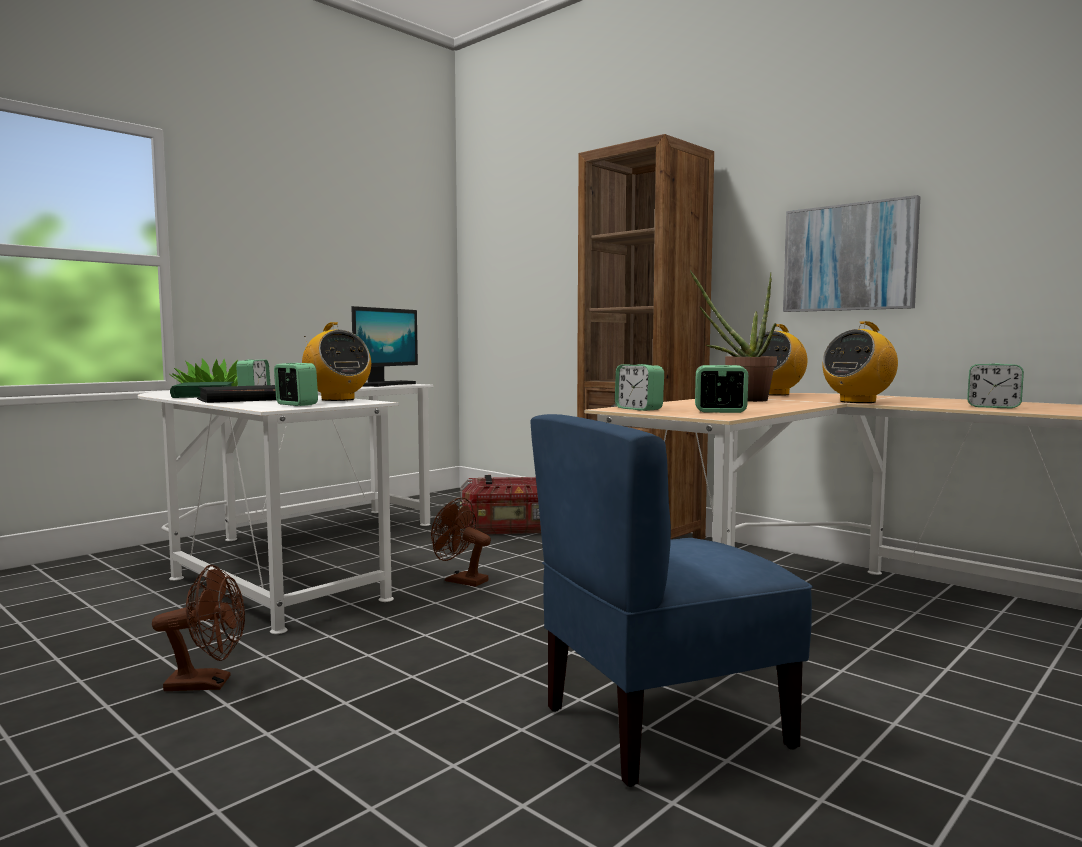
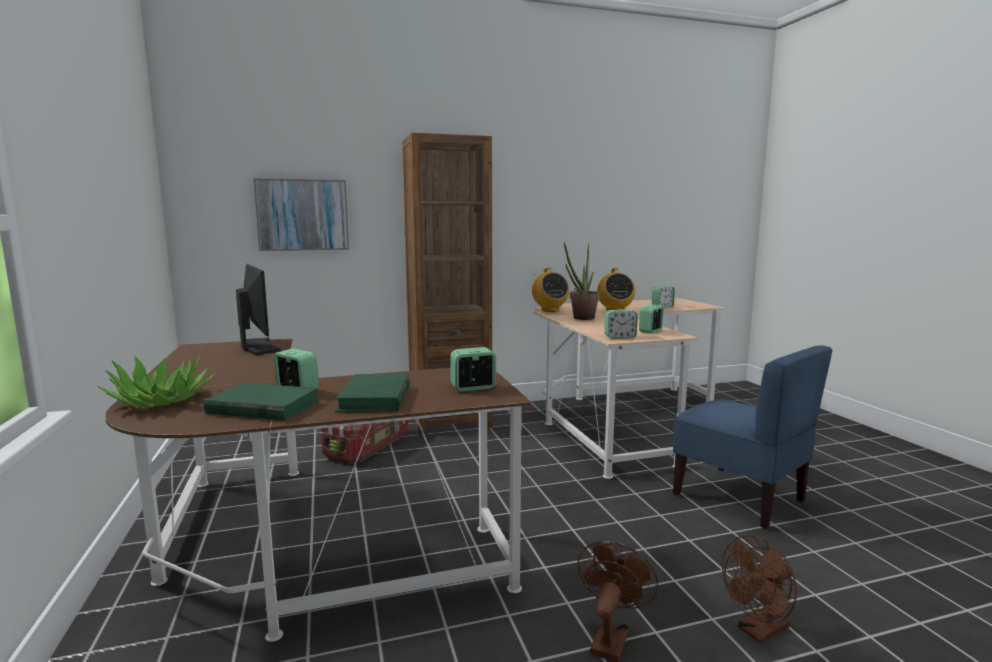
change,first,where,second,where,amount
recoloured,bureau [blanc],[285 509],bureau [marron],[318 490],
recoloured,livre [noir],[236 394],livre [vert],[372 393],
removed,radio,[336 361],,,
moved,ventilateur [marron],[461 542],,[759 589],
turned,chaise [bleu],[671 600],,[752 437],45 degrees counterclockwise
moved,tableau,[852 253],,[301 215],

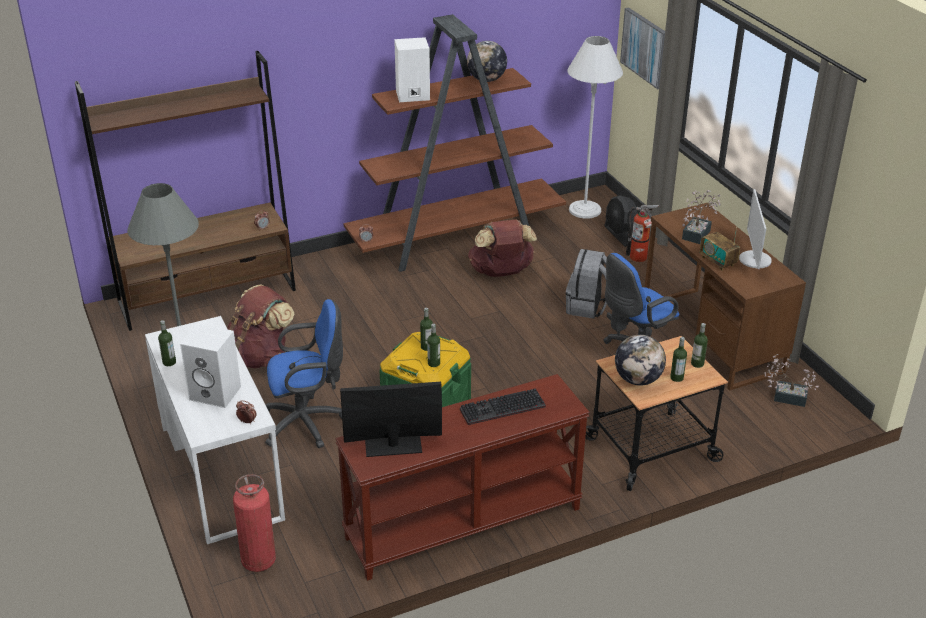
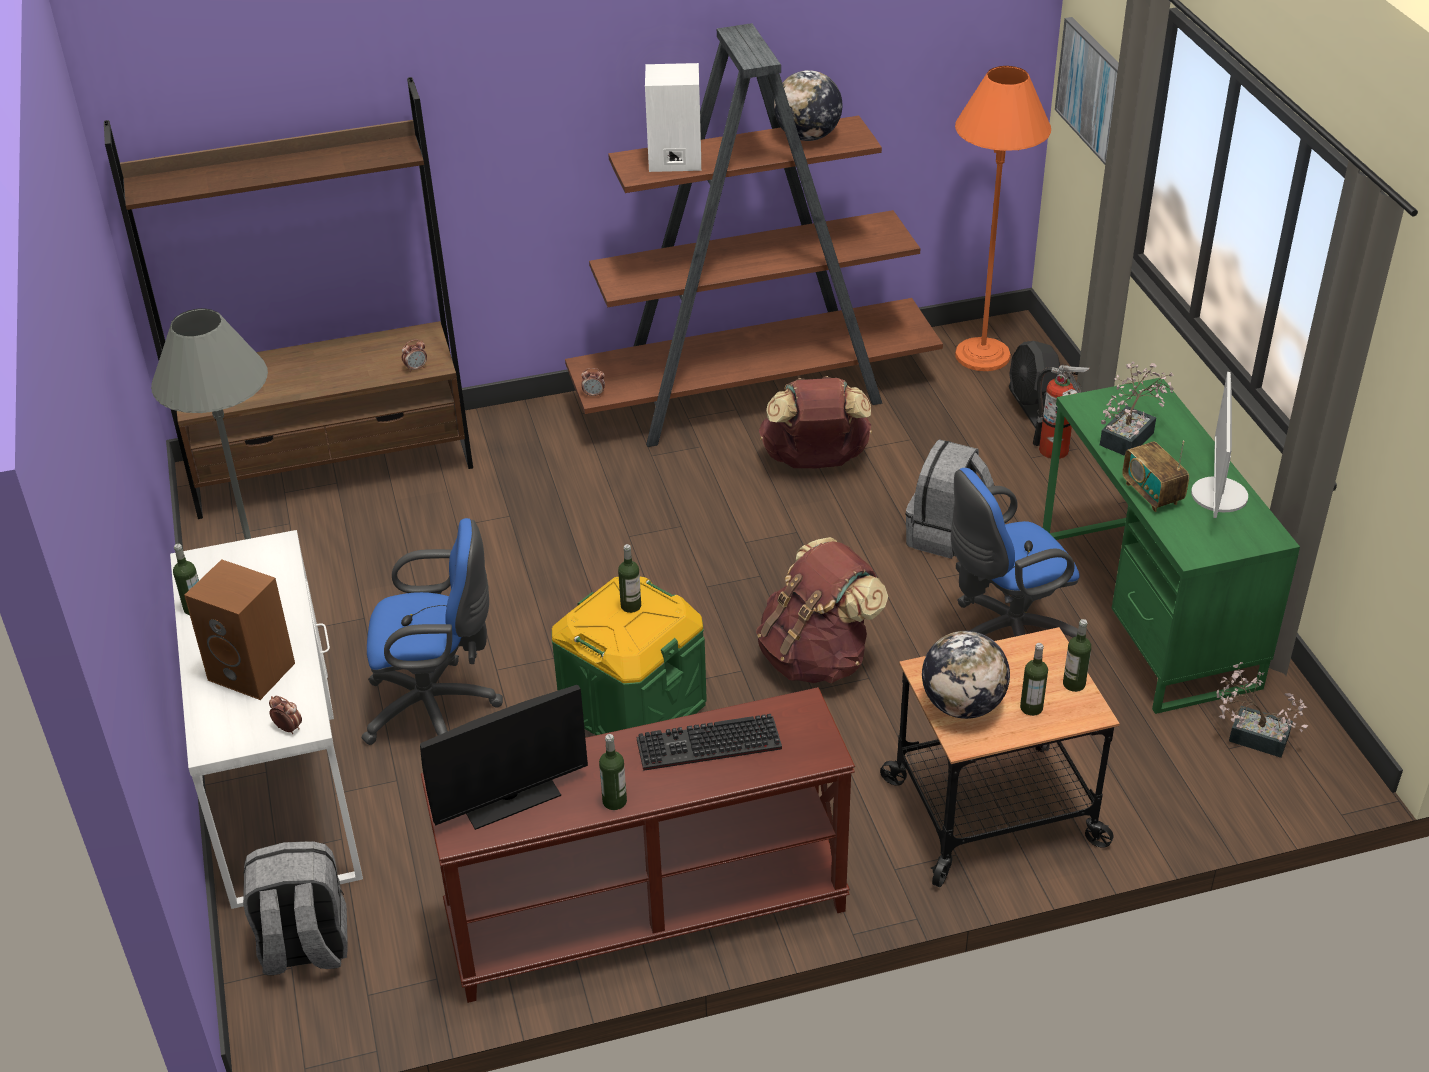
change,first,where,second,where,amount
recoloured,enceinte [blanc],[210 366],enceinte [marron],[239 629],
moved,sac à dos [marron],[261 326],,[822 610],
replaced,extincteur,[254 523],sac à dos [gris],[295 908],
turned,écran d'ordinateur,[391 419],,[504 757],150 degrees clockwise
moved,bouteille,[433 345],,[613 772],
recoloured,lampadaire [blanc],[595 127],lampadaire [orange],[1003 218],
recoloured,bureau [marron],[725 296],bureau [vert],[1171 546],

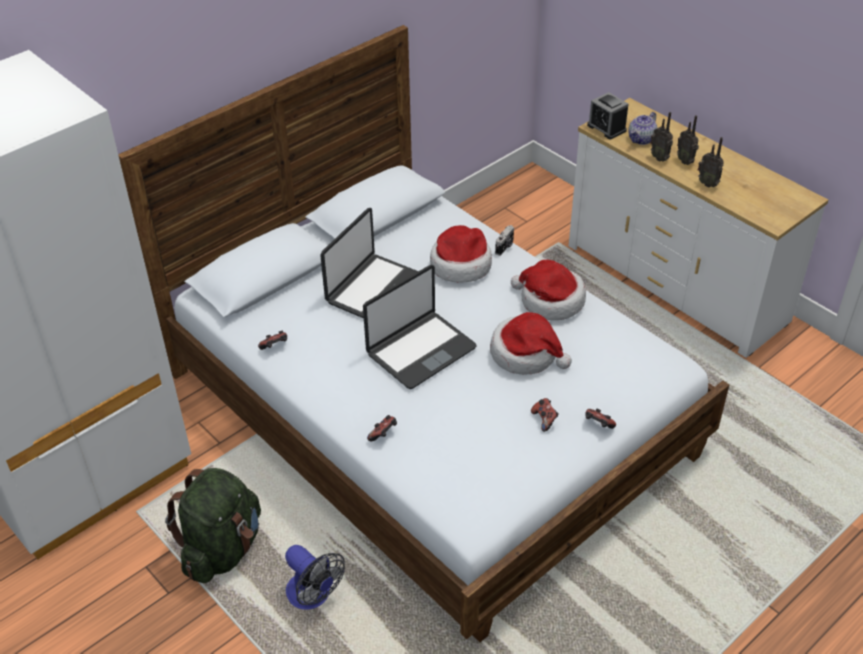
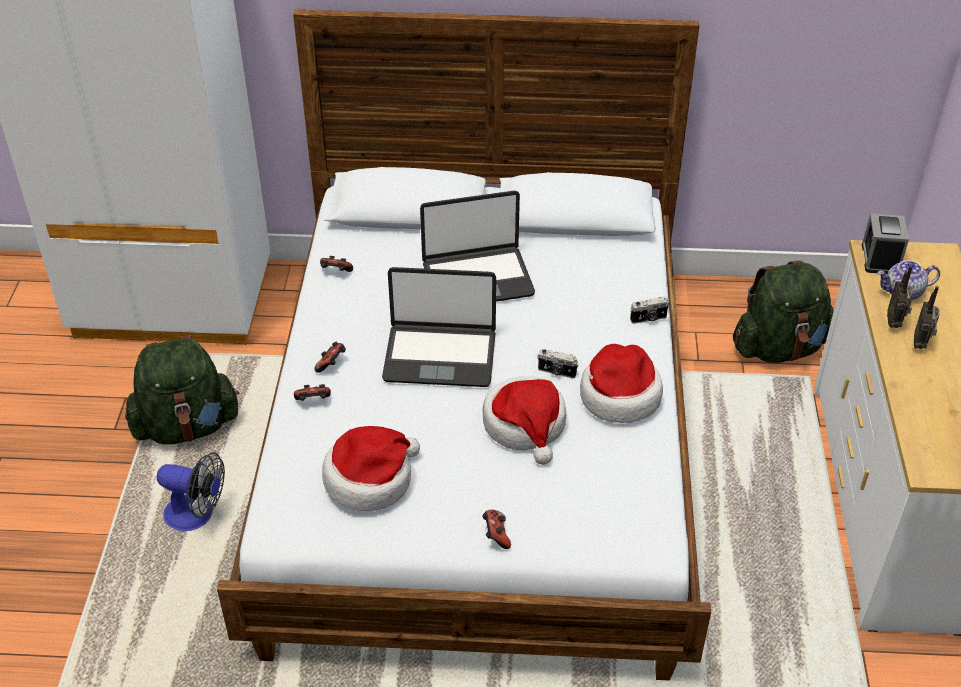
change,first,where,second,where,amount
turned,ventilateur,[315 577],,[191 491],75 degrees counterclockwise
moved,chapeau,[461 254],,[371 468],
moved,manette,[545 415],,[330 357],
removed,radio,[711 162],,,
added,,,appareil photo,[558 363],
added,,,sac à dos [vert],[783 311],

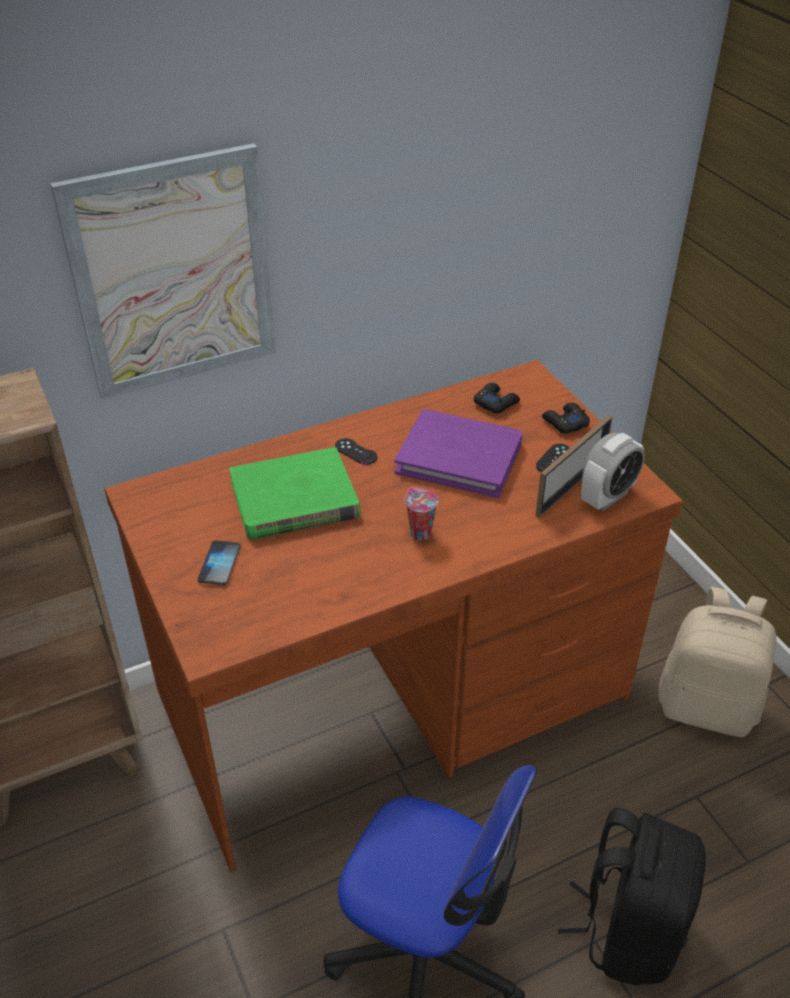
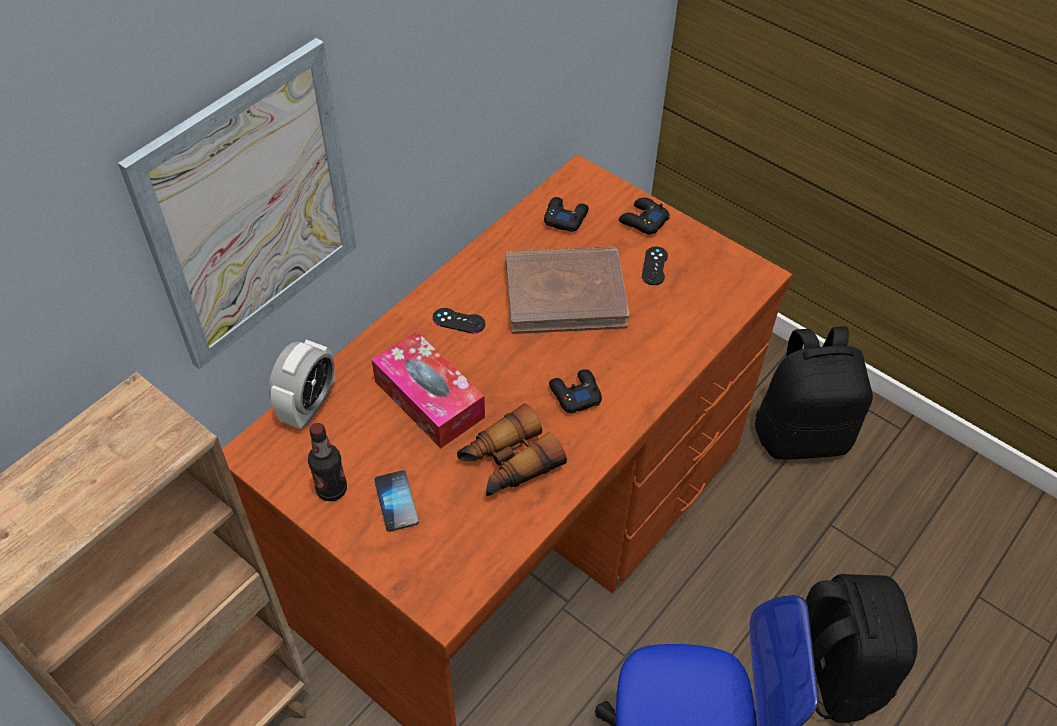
change,first,where,second,where,amount
replaced,livre [vert],[294 493],boîte à mouchoirs,[428 389],
recoloured,livre [violet],[458 453],livre [marron],[567 290],
replaced,tasse,[421 514],manette [noir],[575 391],
removed,cadre photo,[573 466],,,
moved,réveil,[613 472],,[302 384],
recoloured,sac à dos [beige],[717 662],sac à dos [noir],[814 393],
added,,,bouteille,[327 462],
added,,,jumelles,[512 449],

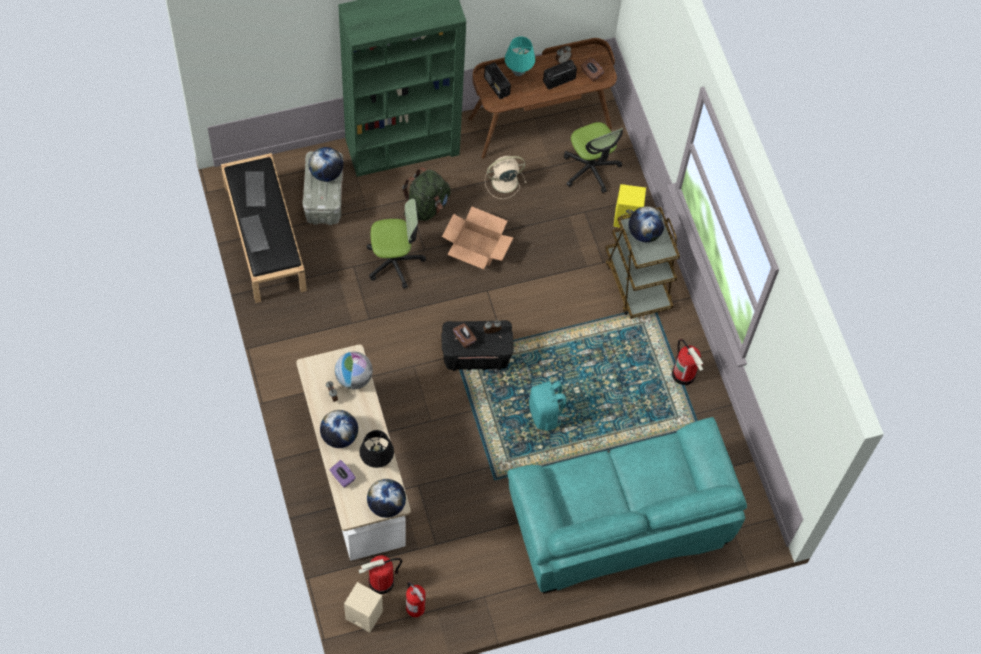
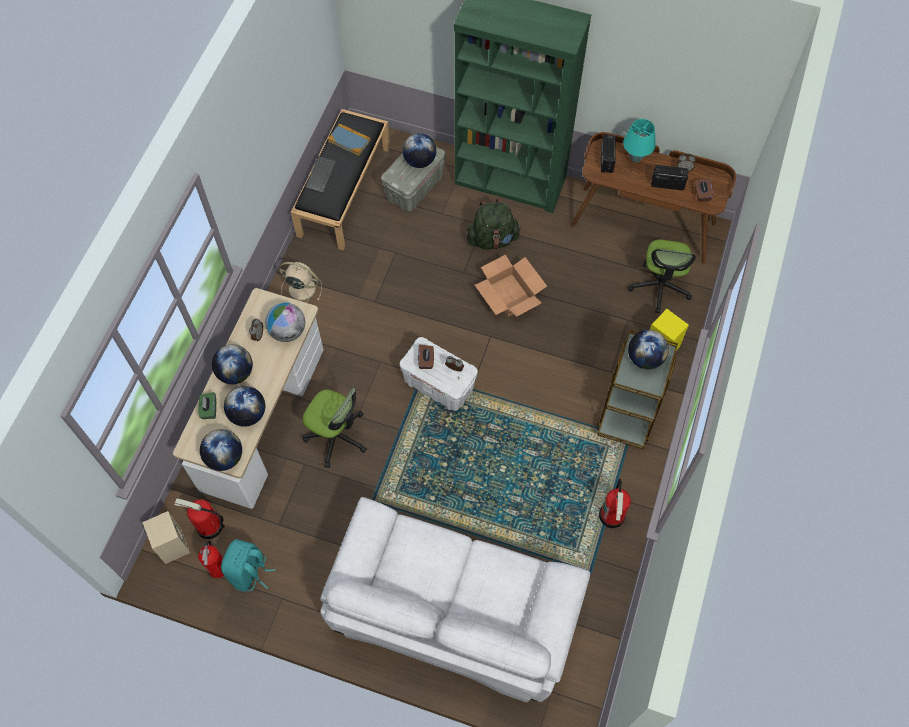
change,first,where,second,where,amount
replaced,clavier,[255 189],livre,[349 140],
recoloured,boîte à mouchoirs [violet],[343 474],boîte à mouchoirs [vert],[207 405],
replaced,lampe de table [noir],[376 449],globe,[244 406],
moved,chaise de bureau,[396 243],,[334 428],
recoloured,boîte de rangement [noir],[477 345],boîte de rangement [blanc],[439 374],
moved,ventilateur [beige],[506 177],,[300 282],
recoloured,canapé [turquoise],[627 505],canapé [blanc],[455 599],
moved,sac à dos [turquoise],[549 406],,[248 565],

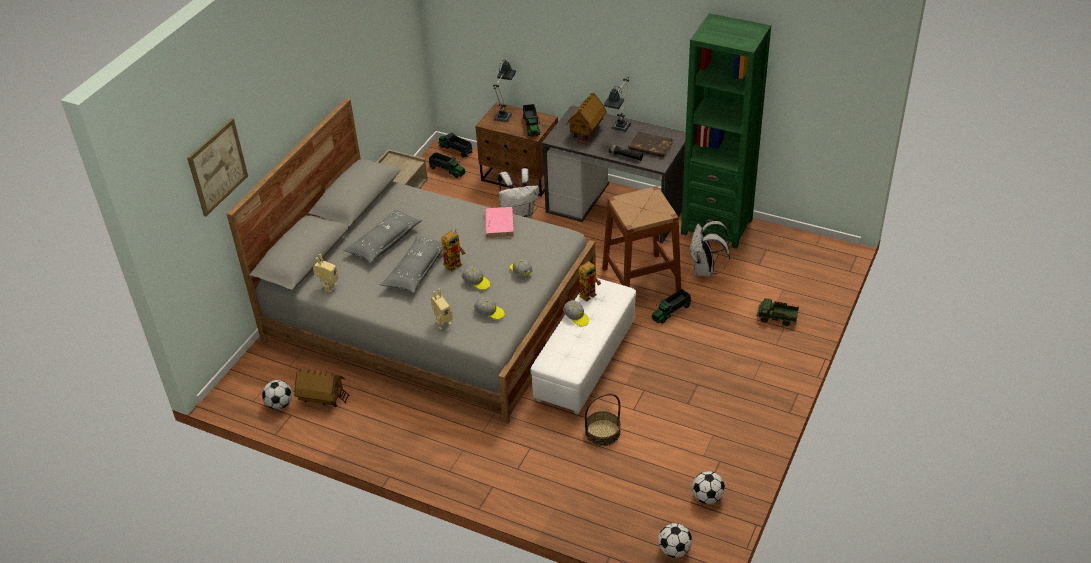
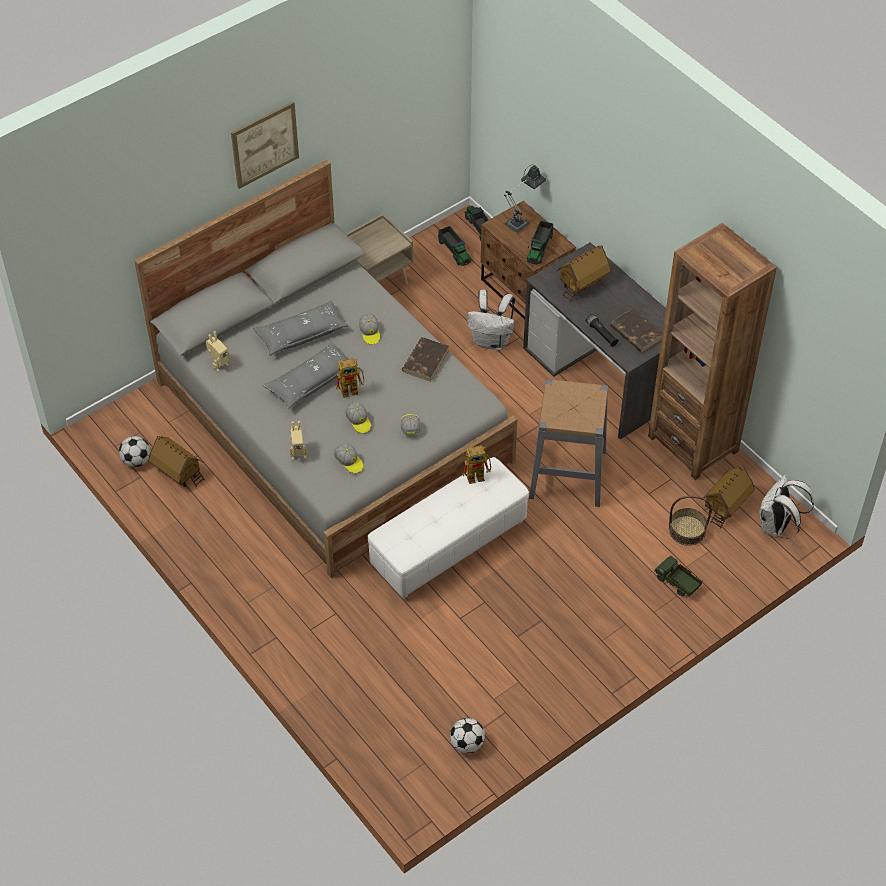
change,first,where,second,where,amount
moved,tableau,[217 167],,[265 145],
recoloured,livre [rose],[499 222],livre [marron],[425 359],
moved,casquette,[576 313],,[369 329],
moved,panier,[603 419],,[690 521],
recoloured,tabouret [marron],[641 238],tabouret [gris],[568 443],
removed,lampe de table,[617 104],,,
removed,camion jouet,[671 306],,,
removed,ballon de foot,[675 540],,,
recoloured,bibliothèque [vert],[726 131],bibliothèque [marron],[712 351],
moved,sac à dos [blanc],[709 249],,[786 506],
added,,,maison miniature,[728 497],

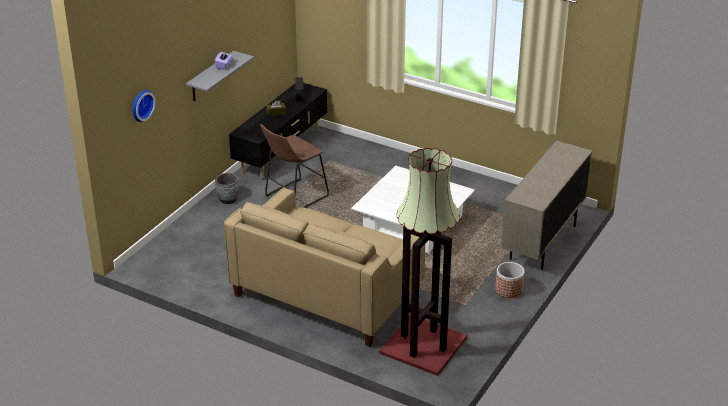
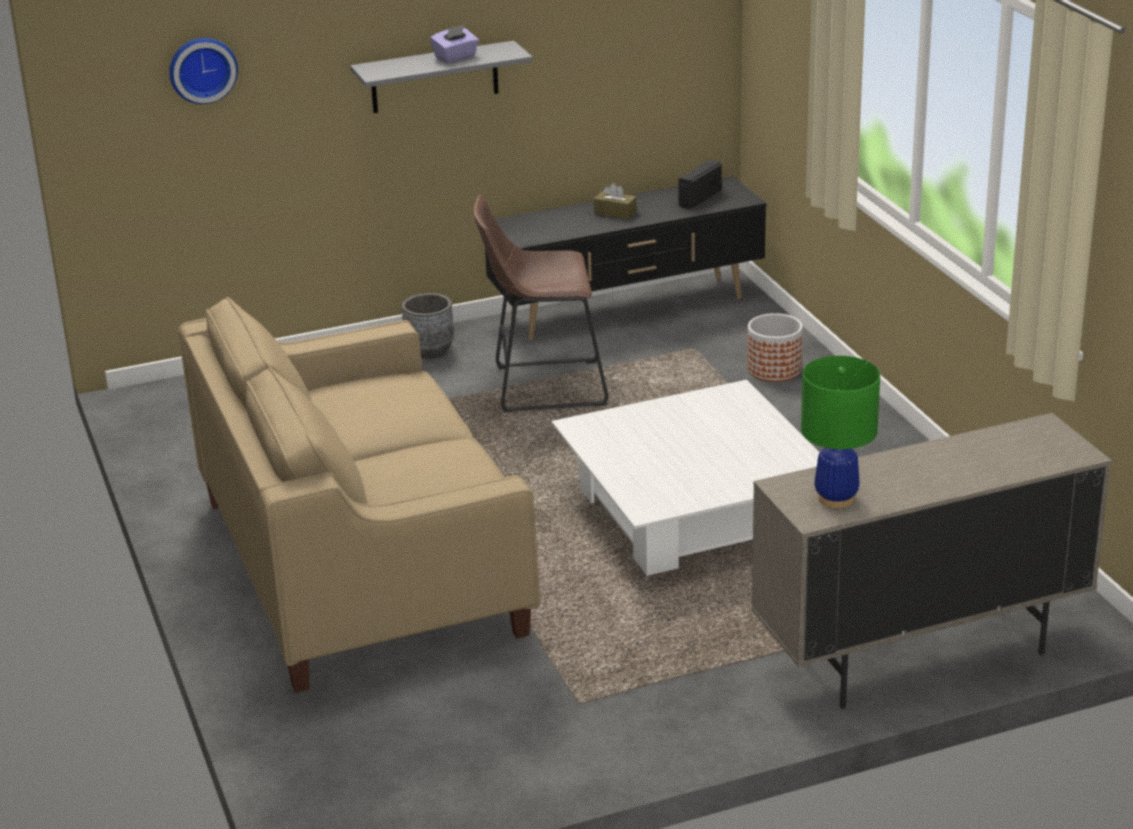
change,first,where,second,where,amount
removed,lampadaire,[423 262],,,
moved,cache-pot,[510 280],,[775 347],
added,,,lampe de table [vert],[840 432],

